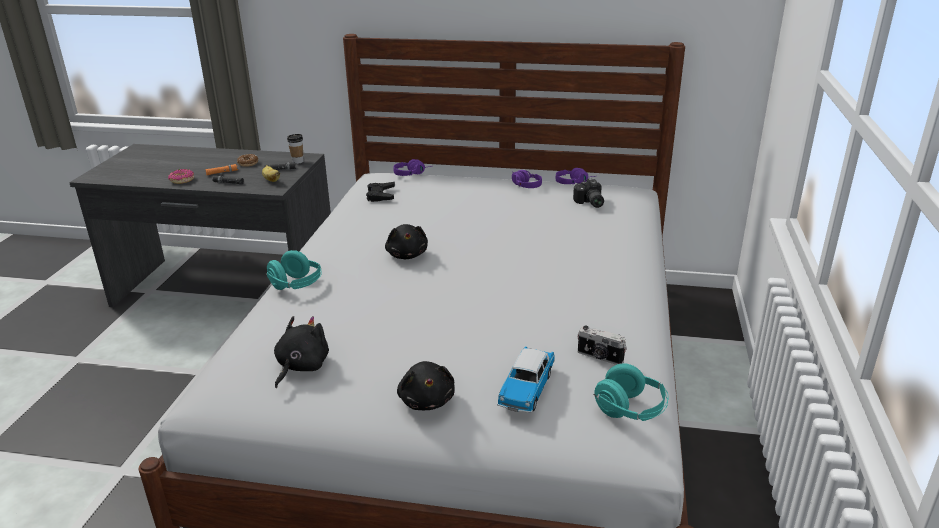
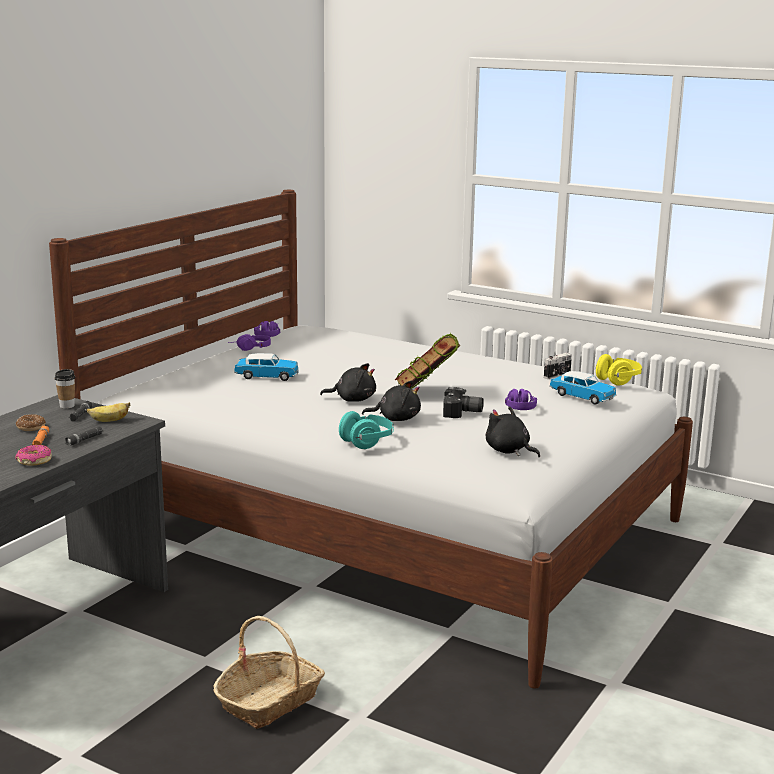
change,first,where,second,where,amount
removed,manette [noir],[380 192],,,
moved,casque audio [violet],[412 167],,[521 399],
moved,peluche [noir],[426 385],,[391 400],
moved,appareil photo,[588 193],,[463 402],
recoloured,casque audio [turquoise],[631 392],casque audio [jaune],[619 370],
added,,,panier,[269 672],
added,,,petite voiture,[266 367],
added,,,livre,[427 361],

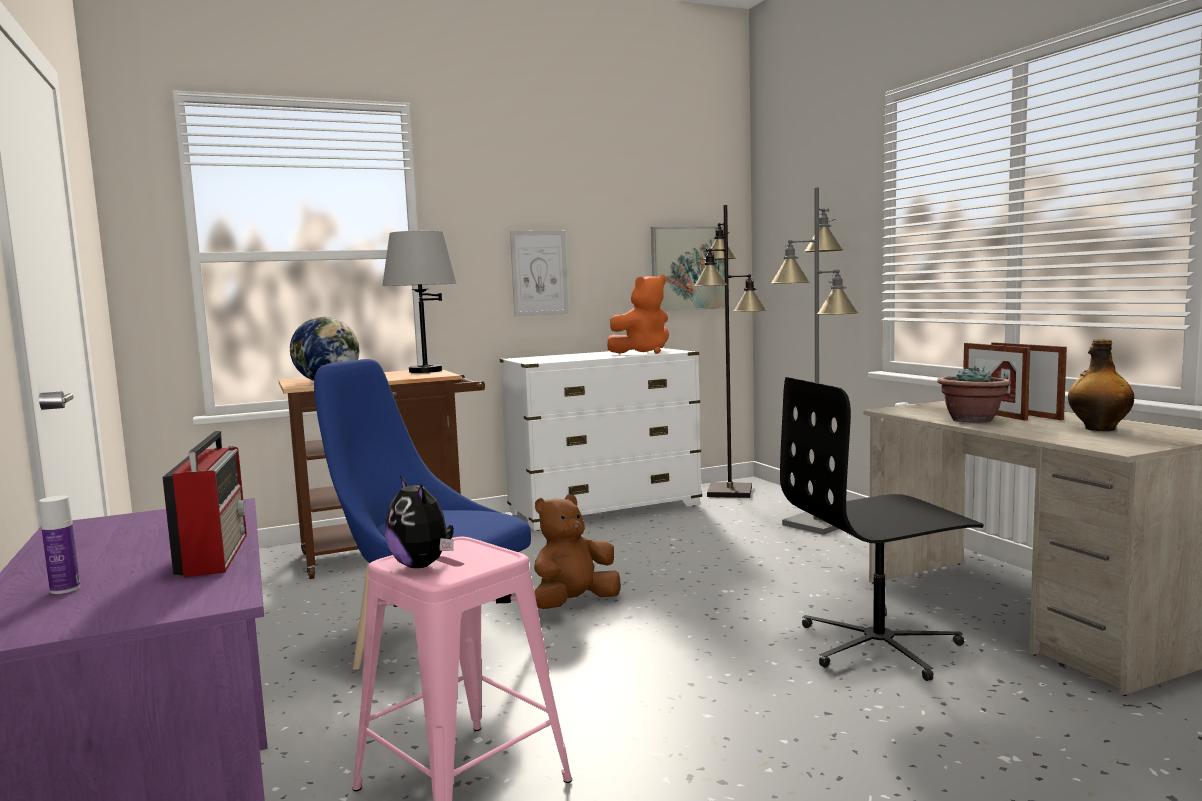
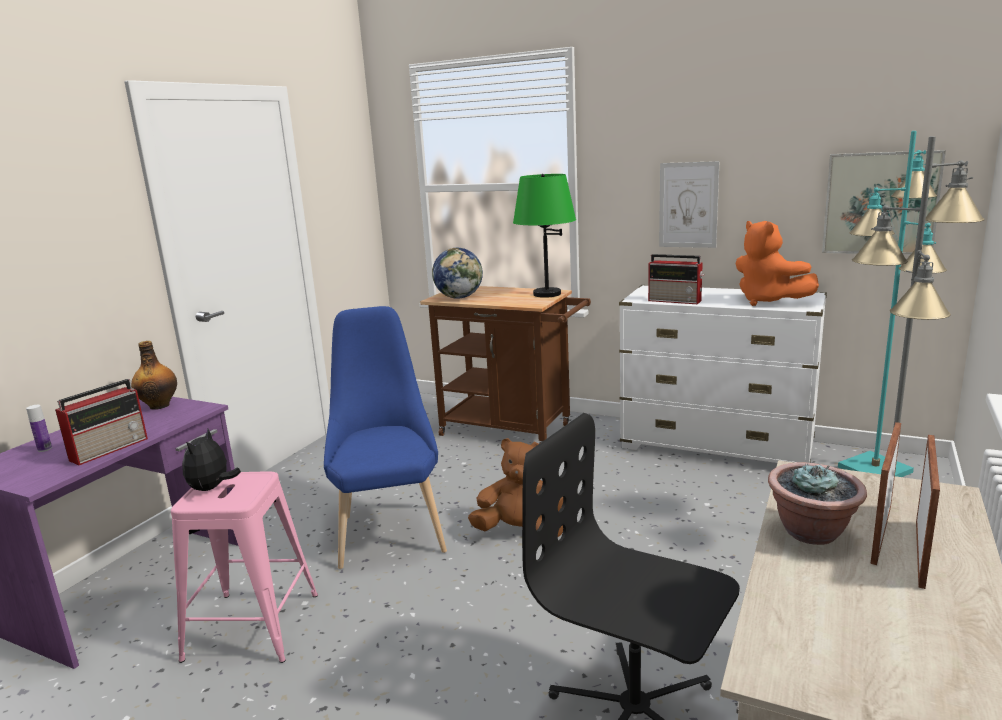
change,first,where,second,where,amount
recoloured,lampe de table [gris],[419 302],lampe de table [vert],[544 236],
turned,peluche [orange],[638 314],,[777 263],45 degrees clockwise
recoloured,lampadaire [noir],[730 351],lampadaire [turquoise],[892 304],
moved,bouteille,[1101 385],,[154 375],
added,,,radio,[676 279],

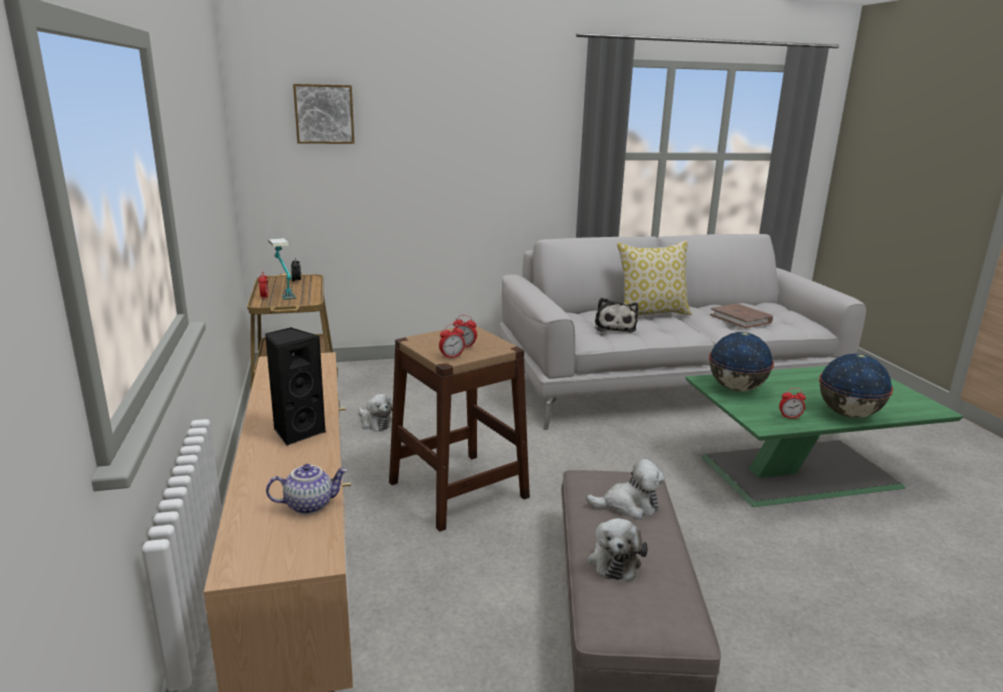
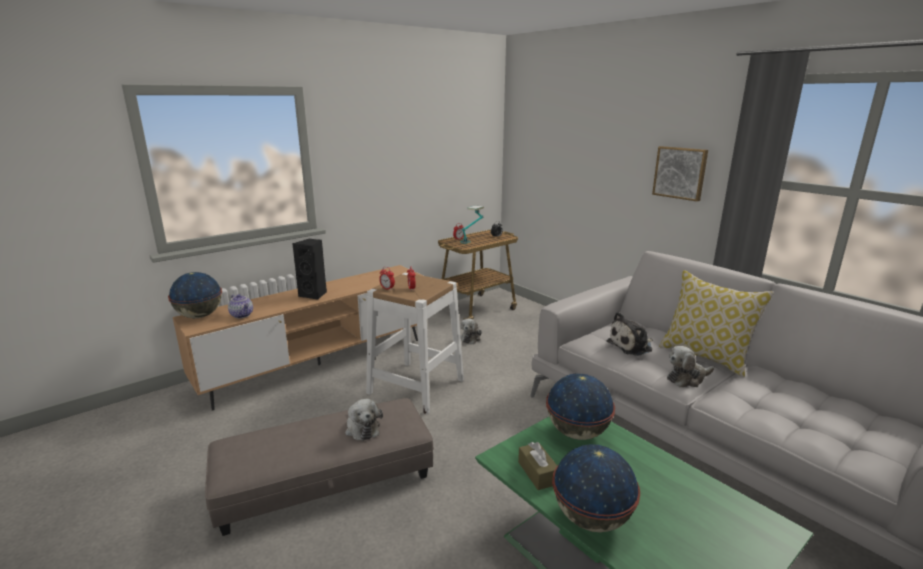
change,first,where,second,where,amount
moved,tableau,[323 114],,[680 173],
recoloured,tabouret [marron],[459 429],tabouret [blanc],[415 343],
moved,peluche,[618 549],,[690 366],
removed,livre [marron],[741 315],,,
replaced,réveil,[792 403],boîte à mouchoirs [marron],[537 466],
added,,,globe,[195 295],

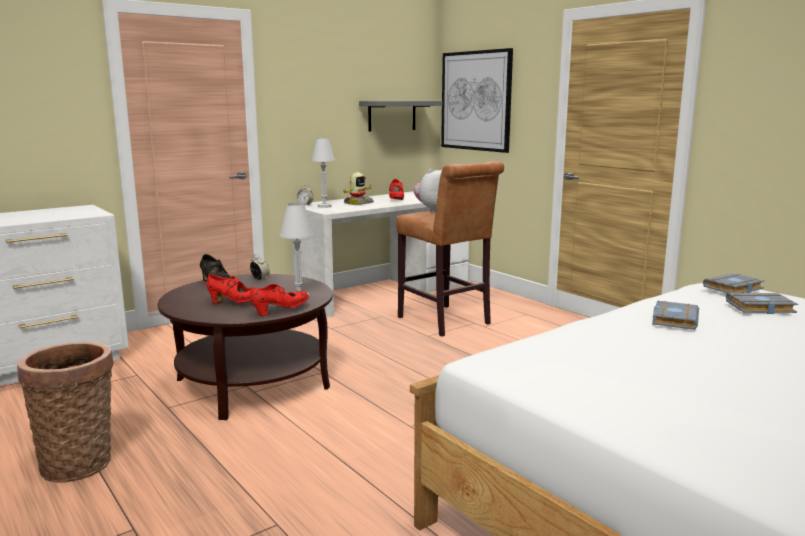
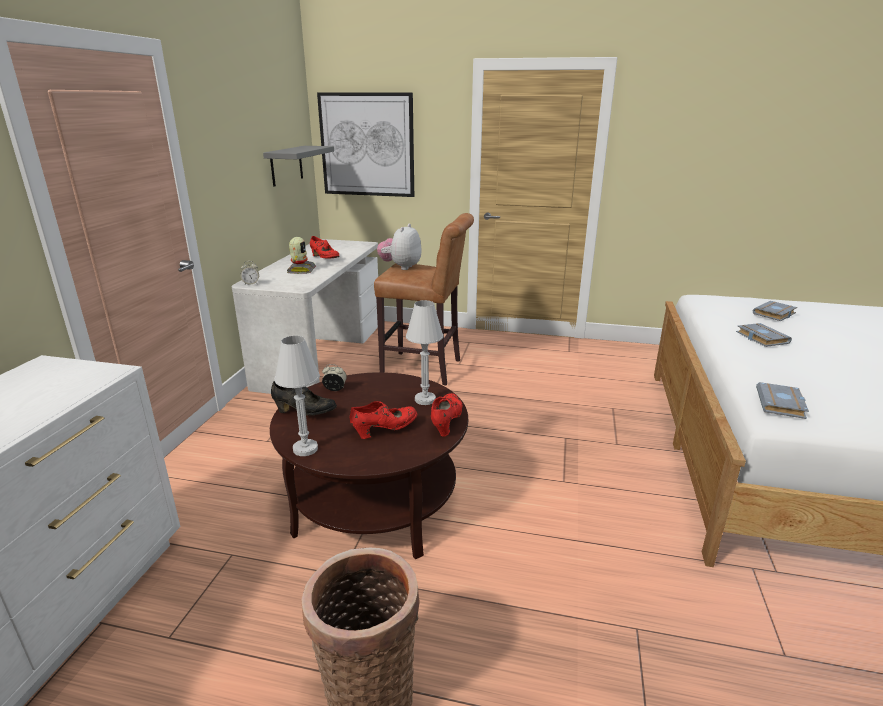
change,first,where,second,where,amount
moved,lampe de table [blanc],[323 173],,[297 396],
moved,livre [gris],[734 283],,[782 400],

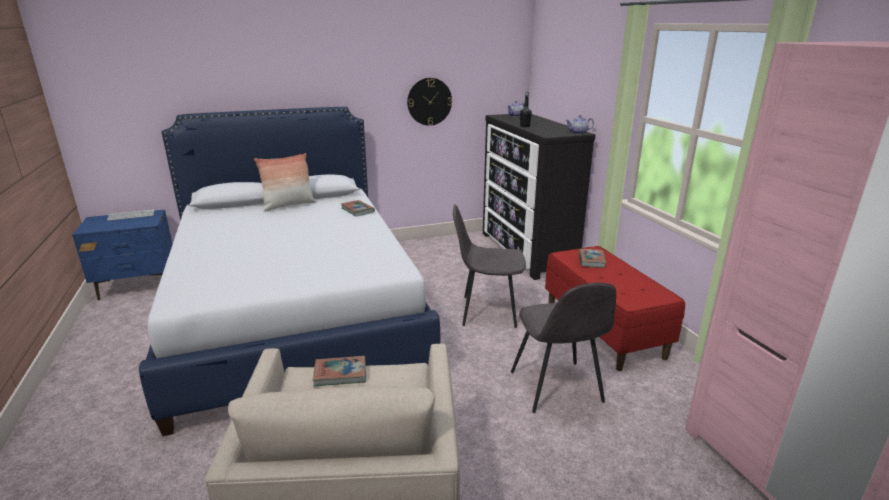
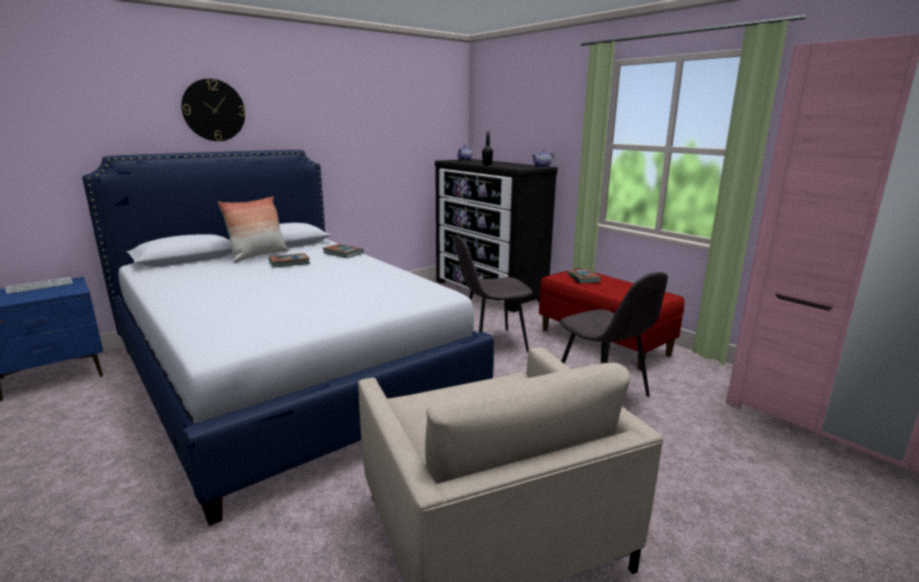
change,first,where,second,where,amount
moved,livre,[339 371],,[289 260],
moved,horloge murale,[429 102],,[213 110],

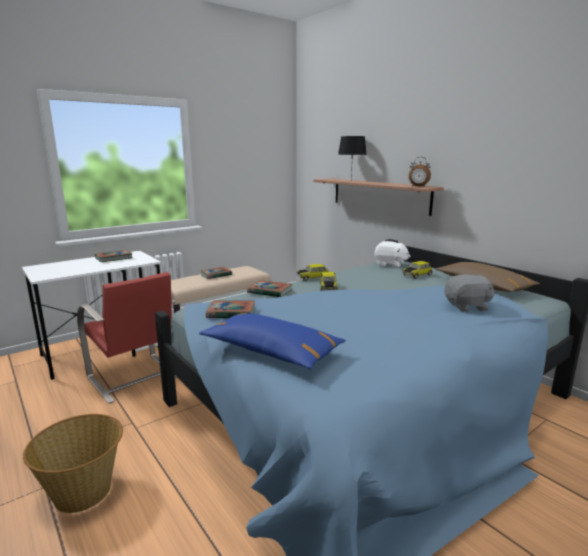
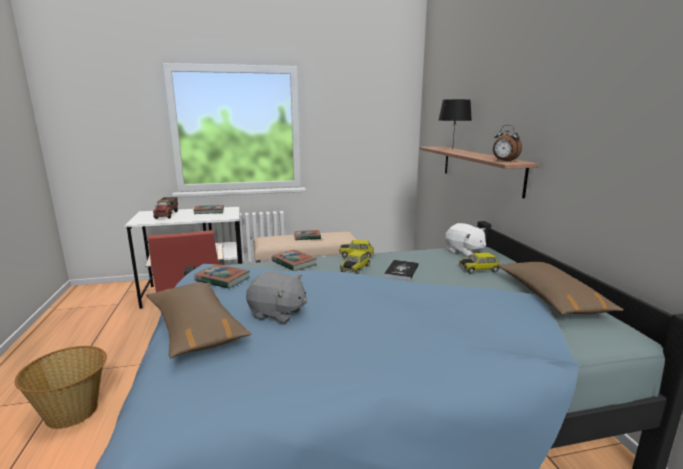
change,first,where,second,where,amount
recoloured,coussin [bleu],[272 341],coussin [marron],[199 321],
moved,peluche [gris],[469 293],,[277 298],
added,,,camion jouet,[165 208],
added,,,livre,[401 270],

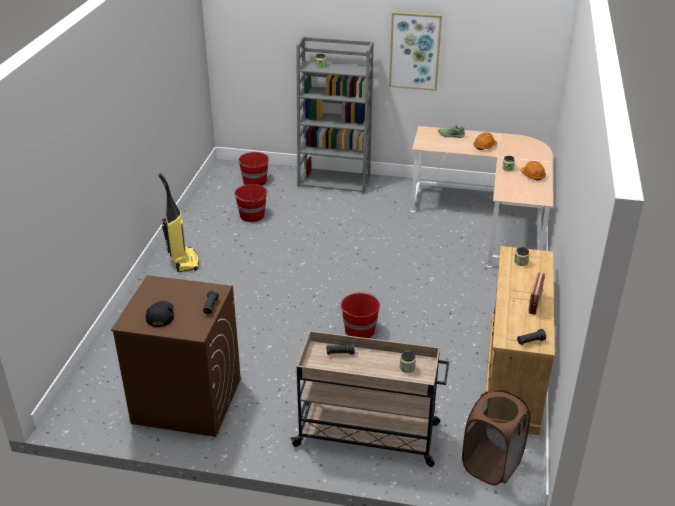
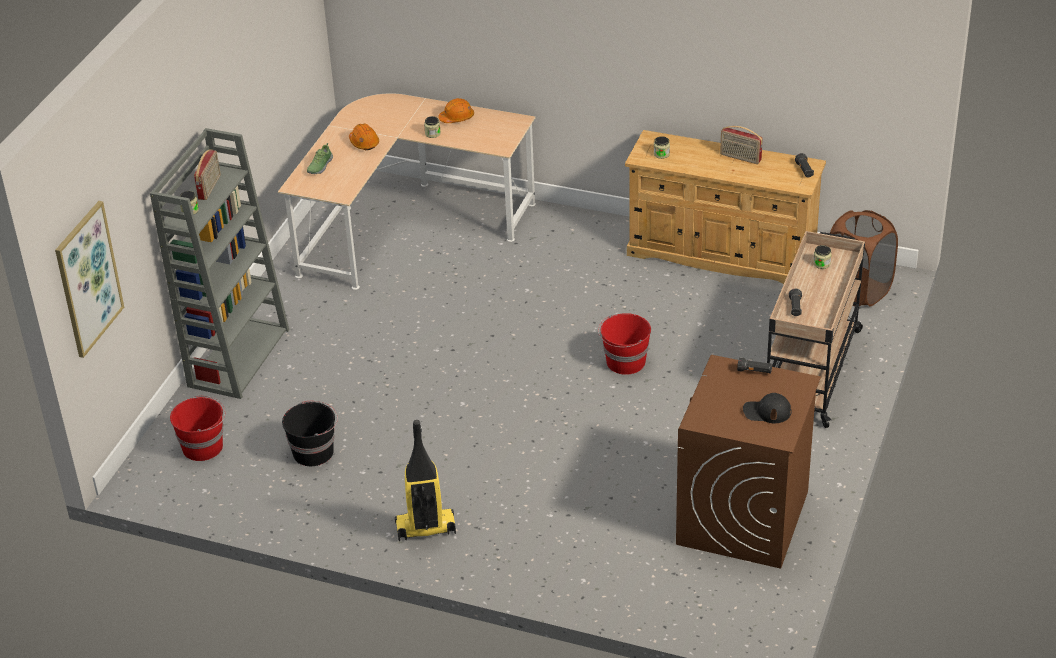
change,first,where,second,where,amount
recoloured,seau [rouge],[251 203],seau [noir],[310 433],
moved,tableau,[415 51],,[89 279],
added,,,radio,[207 175],

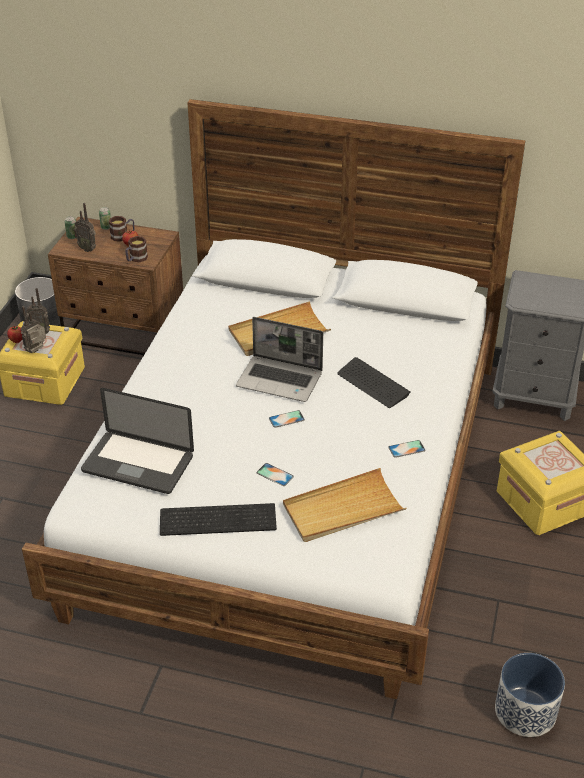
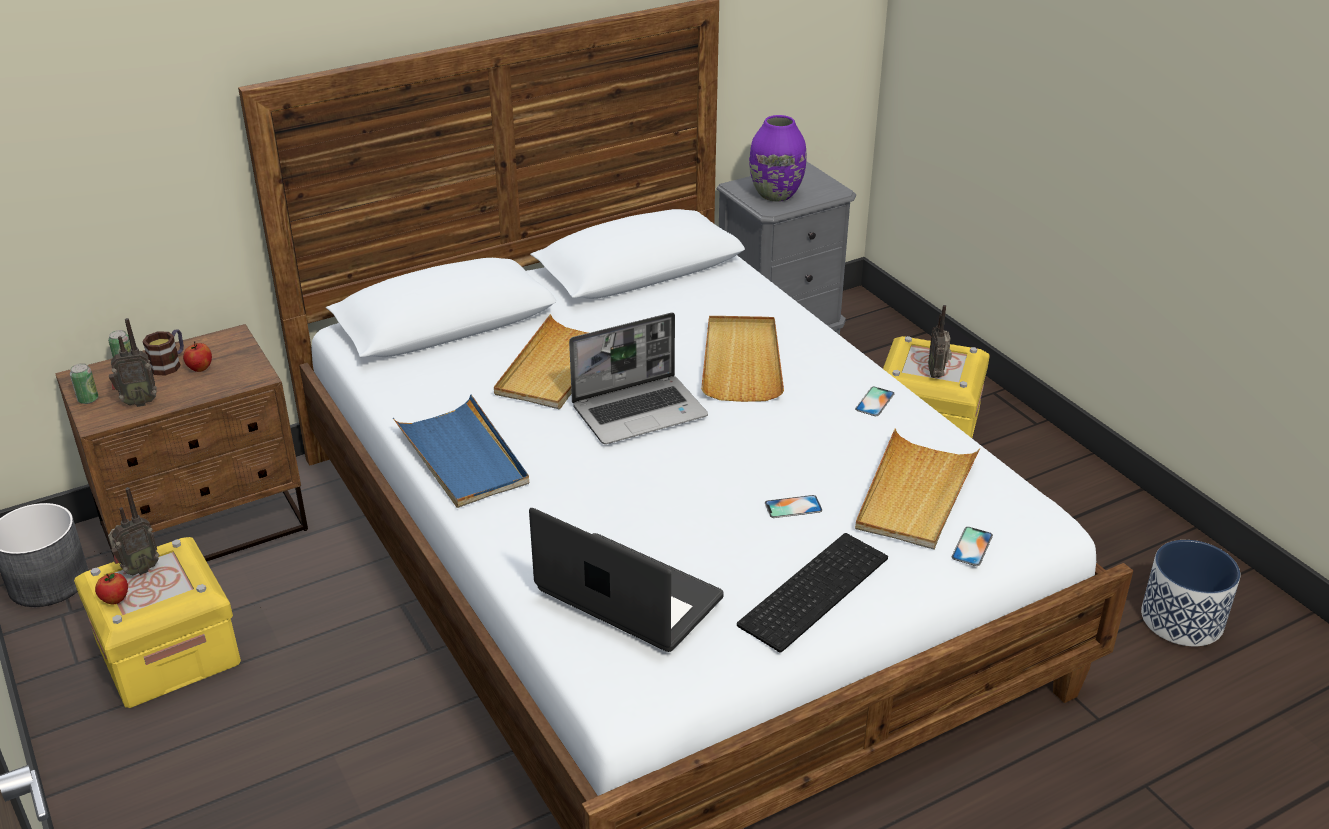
change,first,where,second,where,amount
moved,radio,[33 329],,[940 341],
turned,ordinateur portable,[137 441],,[626 580],120 degrees counterclockwise
removed,mug,[136 249],,,
moved,téléphone,[287 419],,[972 546],
replaced,clavier,[373 382],plateau [beige],[742 359],
added,,,plateau [bleu],[461 451],
added,,,vase [violet],[778 158],

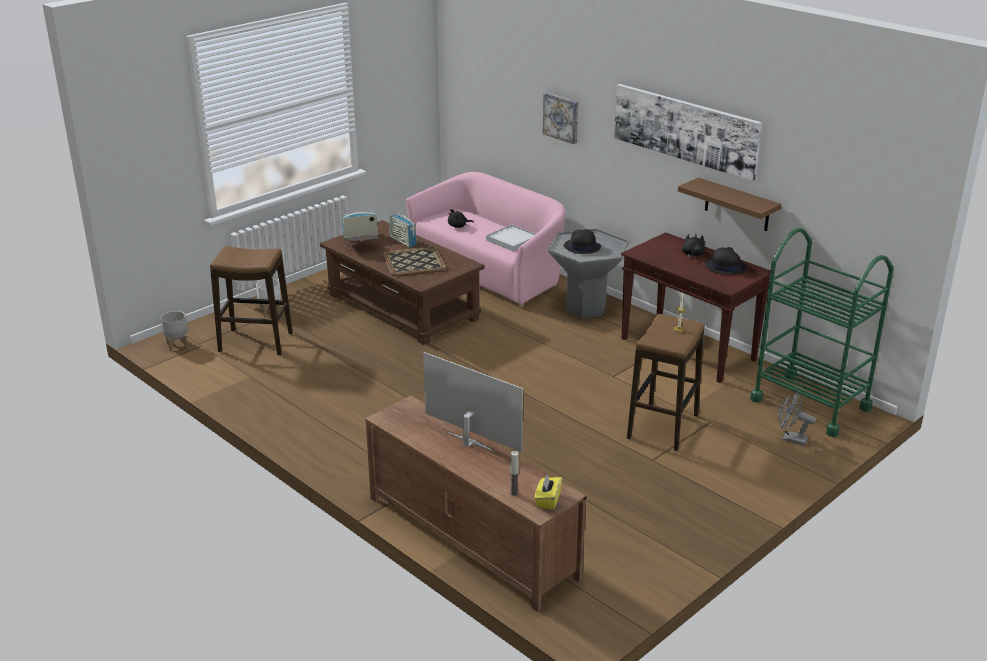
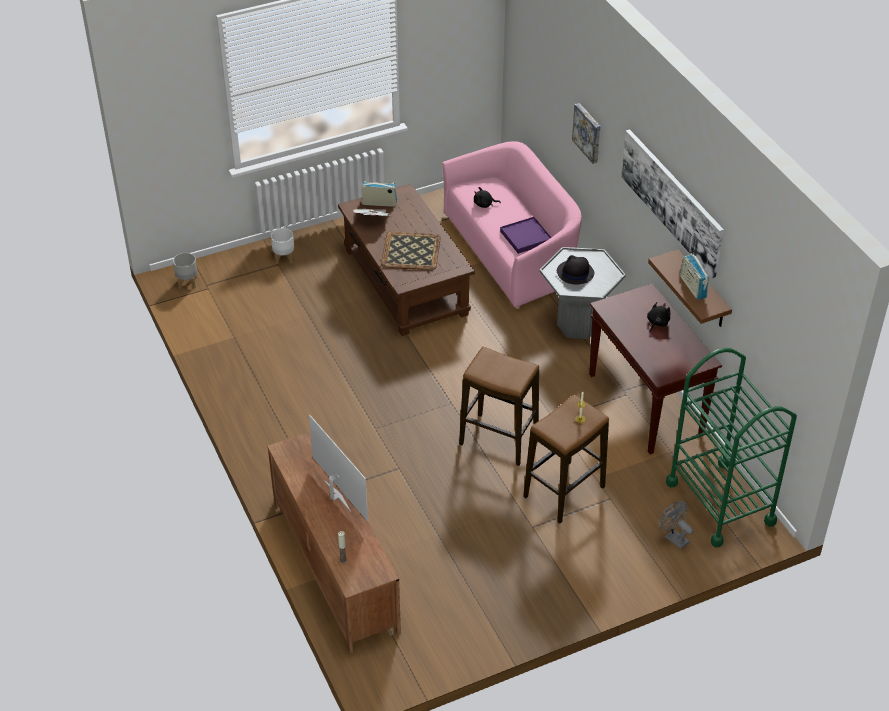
change,first,where,second,where,amount
moved,tabouret,[251 300],,[499 406],
moved,radio,[403 229],,[694 276],
recoloured,plateau [blanc],[511 237],plateau [violet],[525 235],
removed,boîte à mouchoirs [jaune],[548 492],,,
removed,chapeau [noir],[725 261],,,

